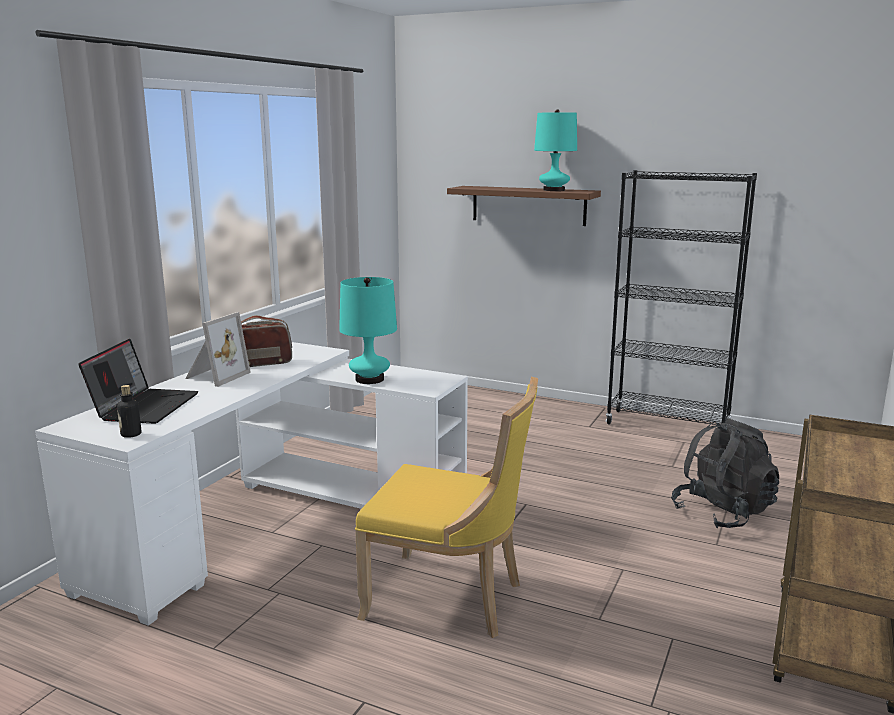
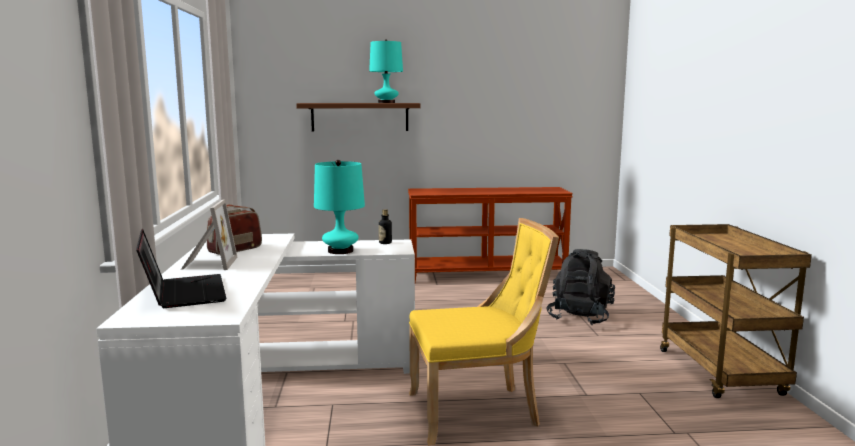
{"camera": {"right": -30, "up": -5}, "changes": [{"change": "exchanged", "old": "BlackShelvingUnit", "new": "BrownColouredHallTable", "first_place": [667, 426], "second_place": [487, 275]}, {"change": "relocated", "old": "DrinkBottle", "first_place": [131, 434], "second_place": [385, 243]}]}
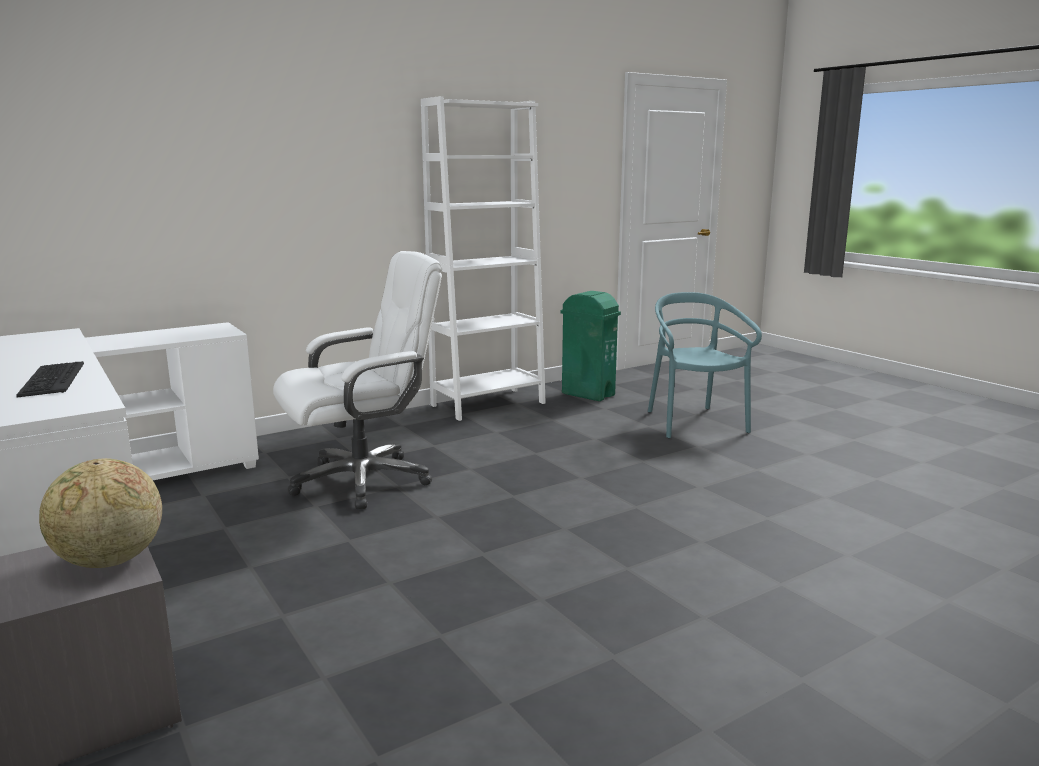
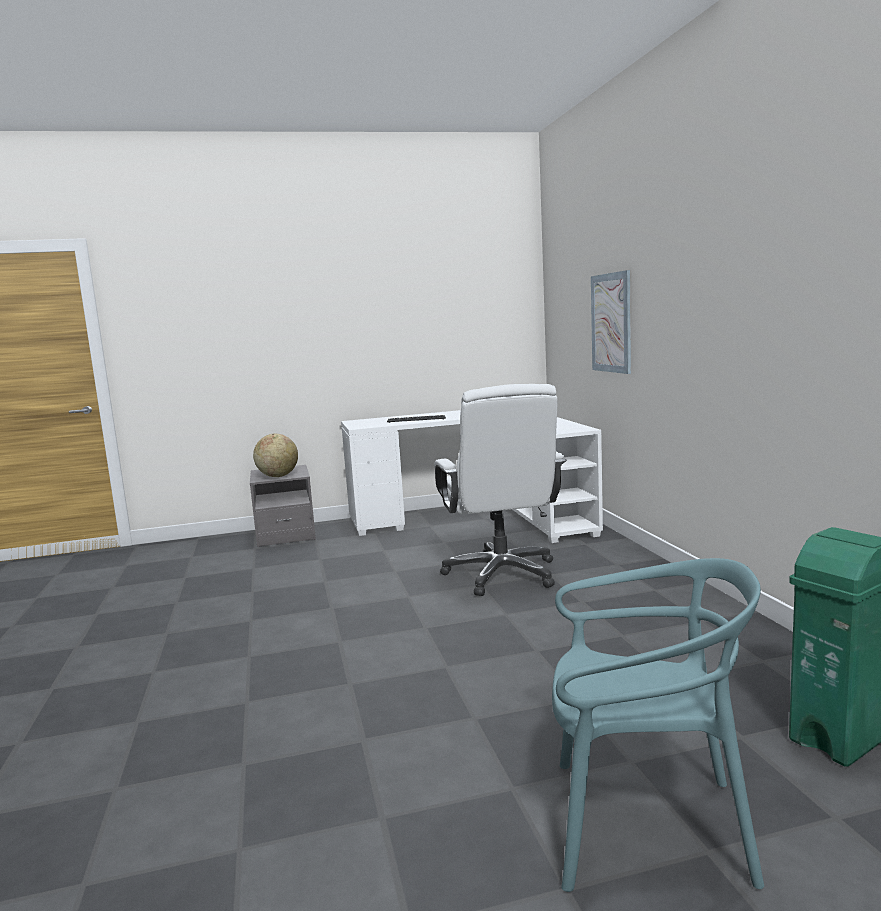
{"camera": {"right": 110, "up": -5}, "changes": [{"change": "missing", "old": "WhitishShelvingUnit", "first_place": [488, 404]}, {"change": "appeared", "new": "WallArt", "second_place": [611, 323]}]}
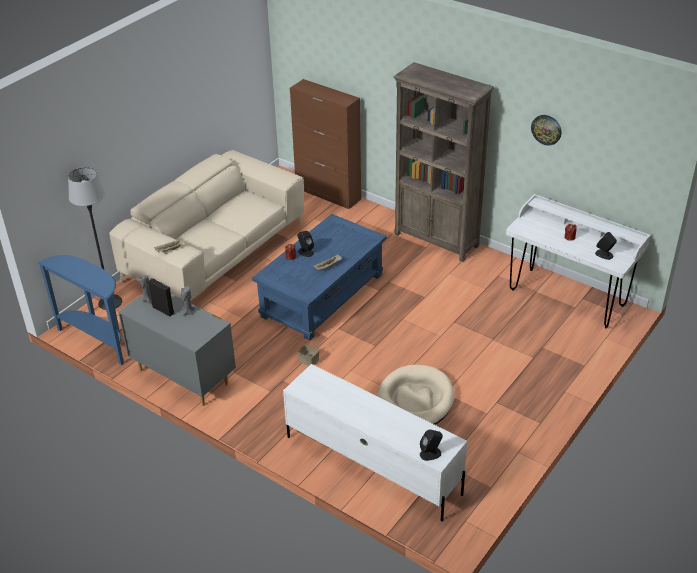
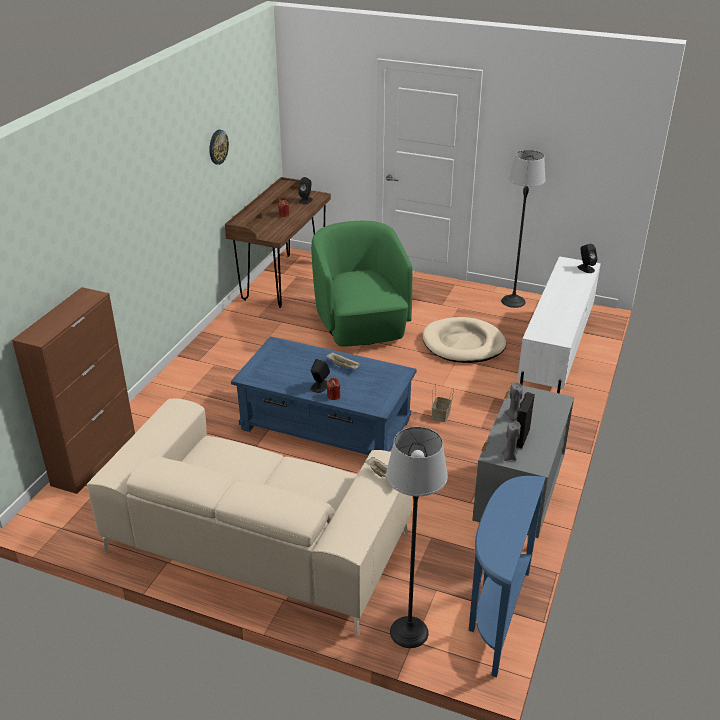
{"camera": {"right": -105, "up": -5}, "changes": [{"change": "missing", "old": "BrownColouredShelvingUnit", "first_place": [436, 240]}, {"change": "colour", "old": "WhitishDeskUnit", "new": "BrownColouredDeskUnit", "first_place": [567, 297], "second_place": [283, 280]}, {"change": "appeared", "new": "FloorLamp", "second_place": [513, 301]}, {"change": "appeared", "new": "GreenLoungeChair", "second_place": [361, 326]}]}
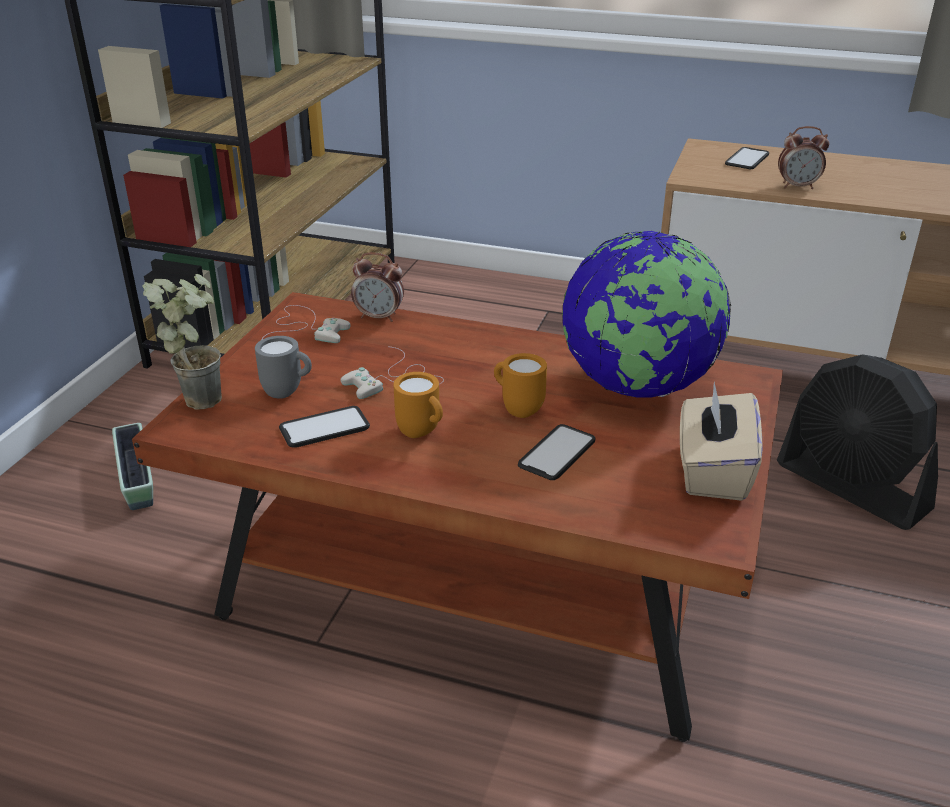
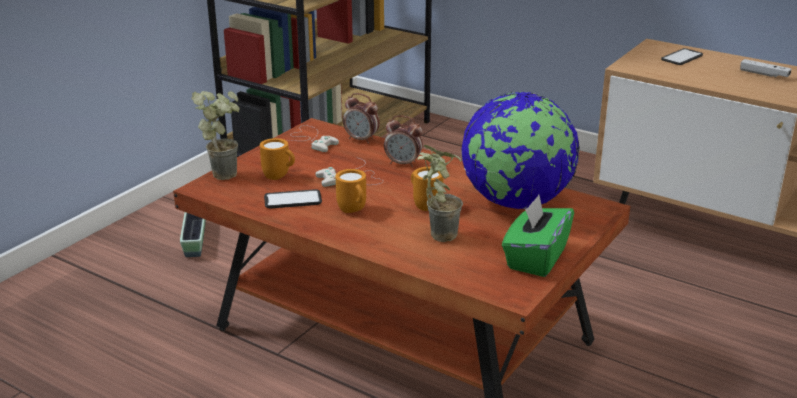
{"camera": {"right": 15, "up": -5}, "changes": [{"change": "relocated", "old": "BedsideClock", "first_place": [797, 186], "second_place": [403, 163]}, {"change": "colour", "old": "GreyTeaMug", "new": "OrangeColouredTeaMug", "first_place": [288, 392], "second_place": [279, 177]}, {"change": "missing", "old": "BlackFan", "first_place": [852, 487]}, {"change": "colour", "old": "BeigeBoxOfTissues", "new": "GreenBoxOfTissues", "first_place": [712, 471], "second_place": [535, 258]}, {"change": "exchanged", "old": "Telephone", "new": "Houseplant", "first_place": [557, 453], "second_place": [436, 234]}, {"change": "appeared", "new": "WhitishGamepad", "second_place": [764, 74]}]}
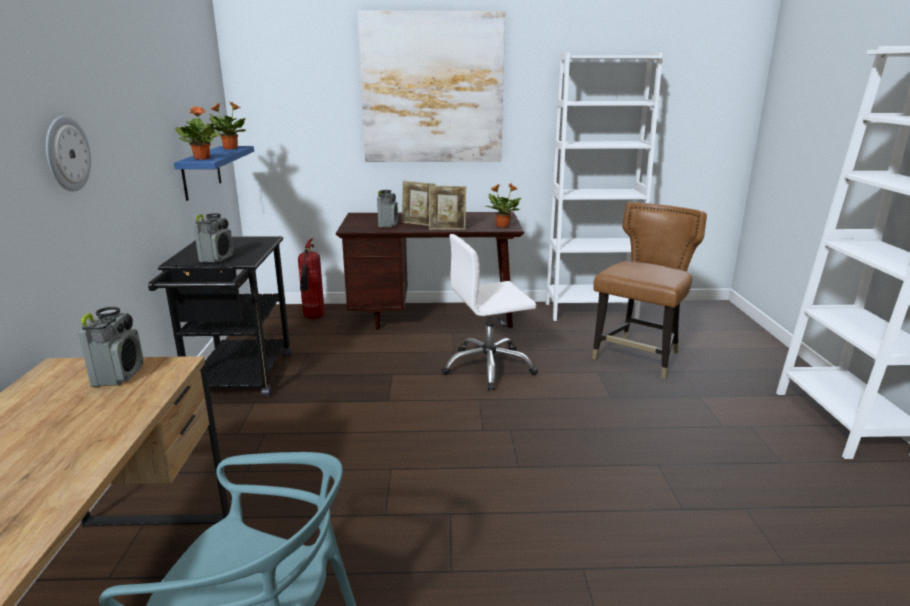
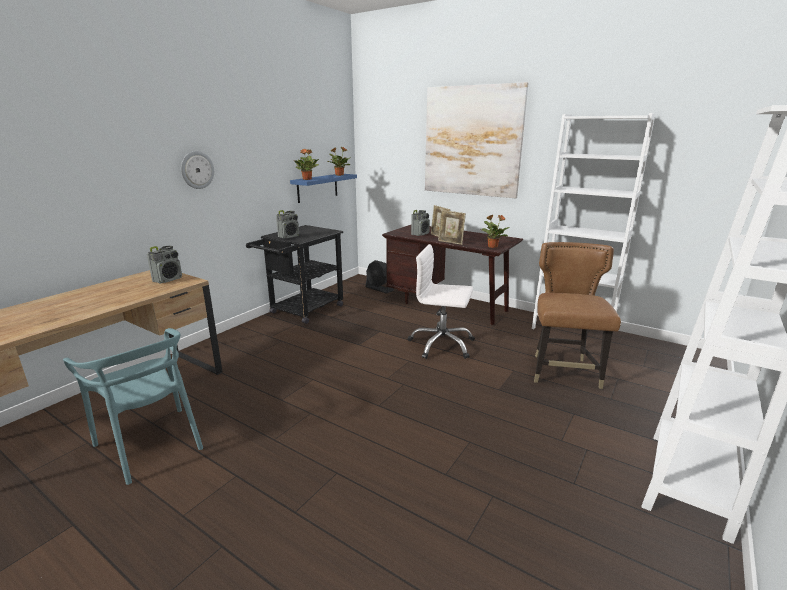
{"camera": {"right": 35, "up": 0}, "changes": [{"change": "spun", "old": "BrownColouredPlainChair", "first_place": [639, 357], "second_place": [563, 371], "degrees": -60}, {"change": "exchanged", "old": "FireFightingCylinder", "new": "BlackFan", "first_place": [313, 318], "second_place": [379, 289]}]}
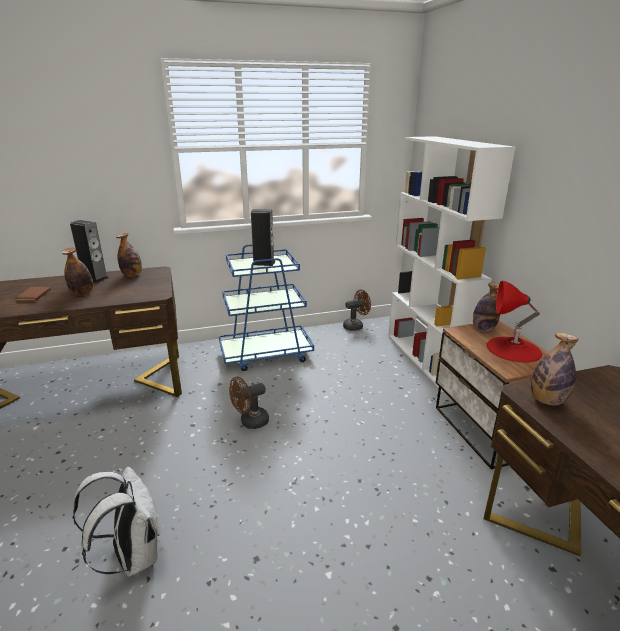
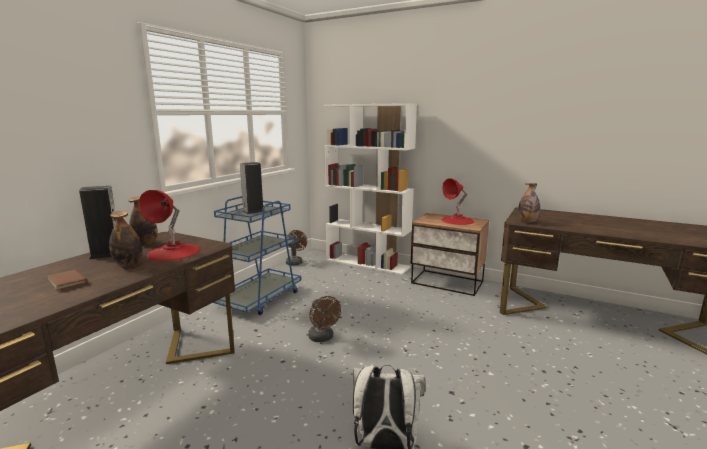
{"camera": {"right": -45, "up": -10}, "changes": [{"change": "missing", "old": "DrinkBottle", "first_place": [483, 329]}, {"change": "spun", "old": "BrownColouredFan", "first_place": [250, 422], "second_place": [323, 338], "degrees": -45}, {"change": "appeared", "new": "RedTabletopLamp", "second_place": [174, 252]}]}
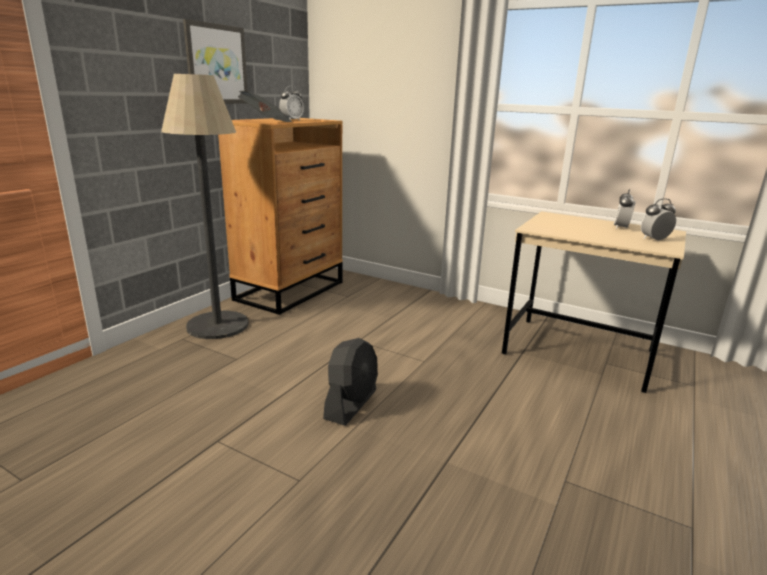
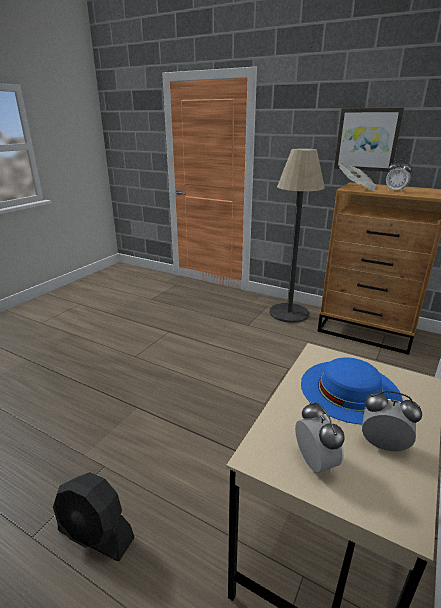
{"camera": {"right": 90, "up": 5}, "changes": [{"change": "relocated", "old": "BlackFan", "first_place": [351, 404], "second_place": [96, 535]}, {"change": "appeared", "new": "BlueColouredWearableHat", "second_place": [349, 390]}]}
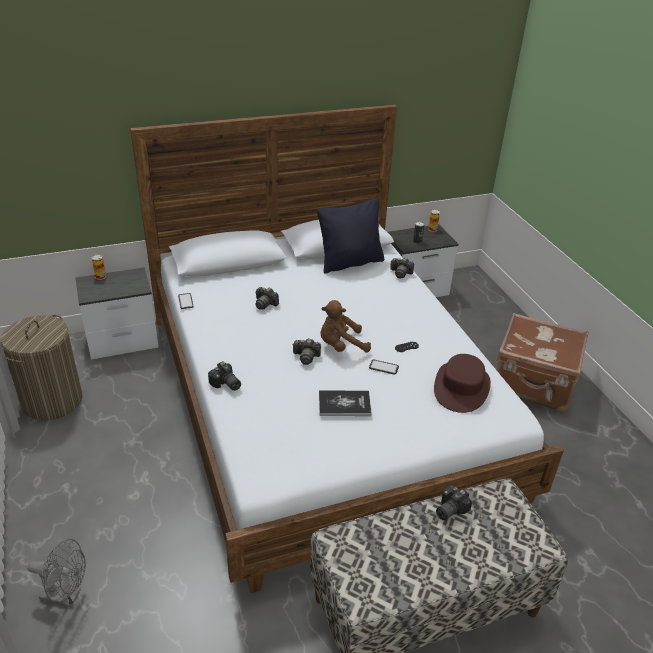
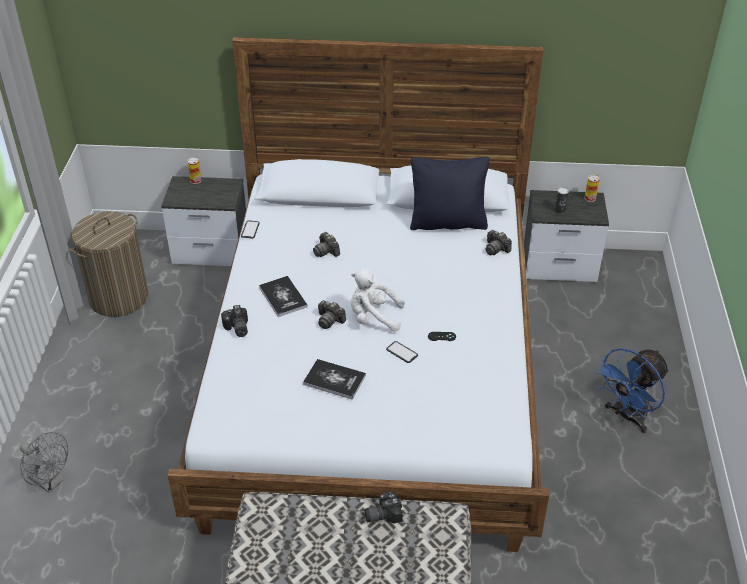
{"camera": {"right": 25, "up": 5}, "changes": [{"change": "colour", "old": "BrownColouredPlushToy", "new": "WhitishPlushToy", "first_place": [341, 346], "second_place": [373, 317]}, {"change": "exchanged", "old": "BrownColouredSuitcase", "new": "BlueColouredFan", "first_place": [533, 384], "second_place": [627, 417]}, {"change": "missing", "old": "BrownColouredWearableHat", "first_place": [461, 387]}, {"change": "appeared", "new": "Book", "second_place": [283, 297]}]}
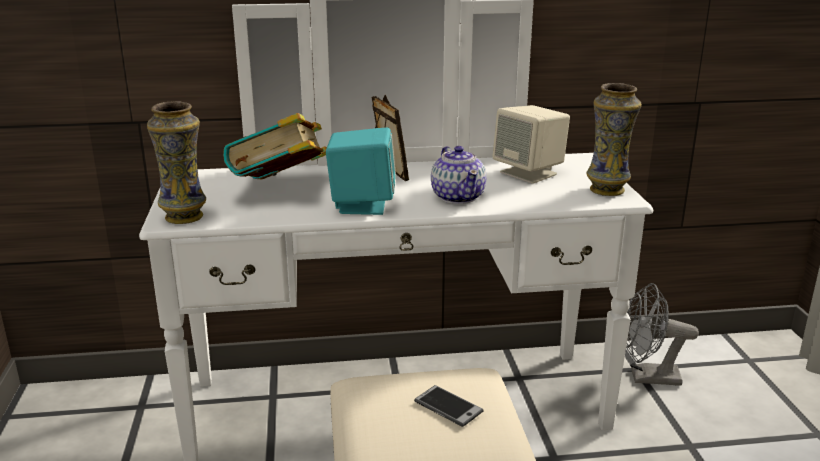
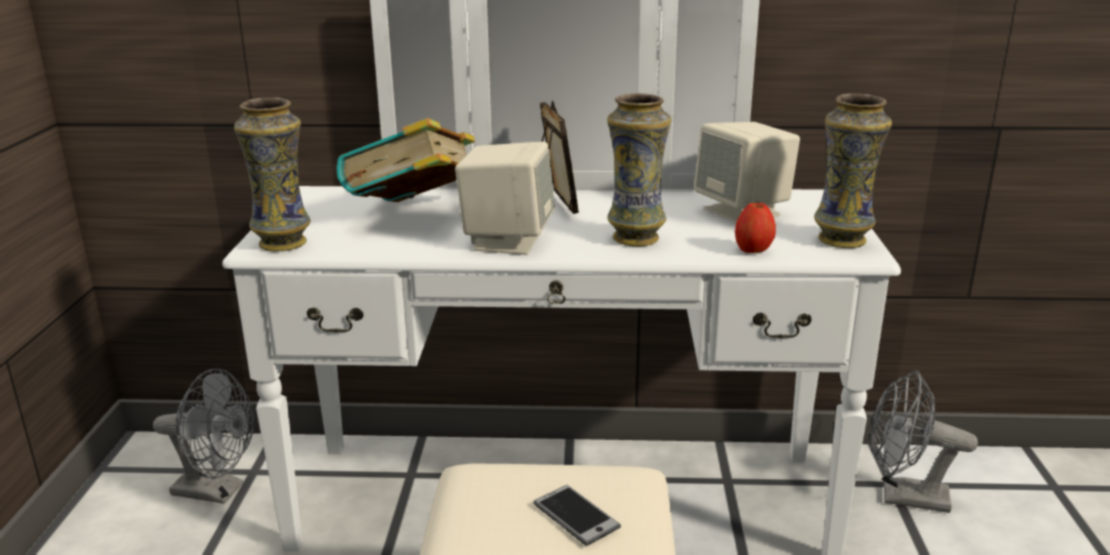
{"camera": {"right": 10, "up": 0}, "changes": [{"change": "colour", "old": "TurquoiseColouredLoudspeaker", "new": "BeigeLoudspeaker", "first_place": [362, 205], "second_place": [507, 241]}, {"change": "exchanged", "old": "PotForTea", "new": "DecorativeVase", "first_place": [458, 197], "second_place": [635, 238]}, {"change": "appeared", "new": "Apple", "second_place": [753, 250]}, {"change": "appeared", "new": "GreyFan", "second_place": [217, 491]}]}
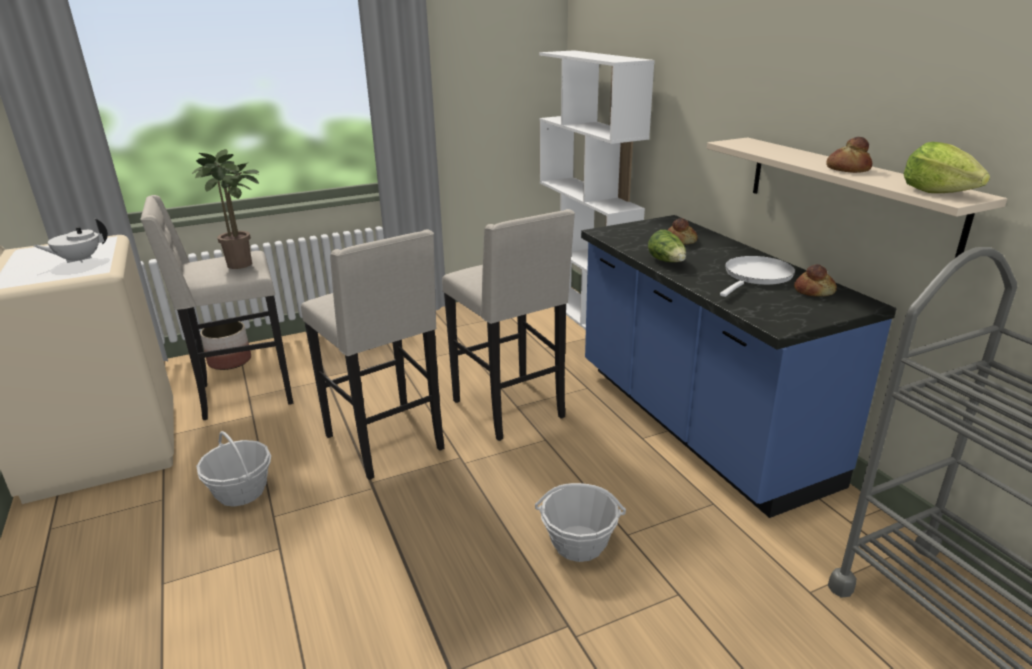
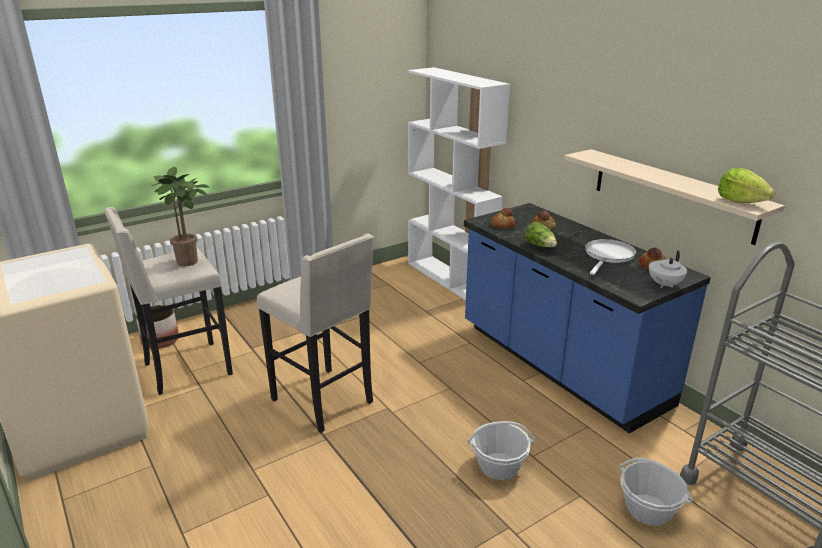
{"camera": {"right": -10, "up": 0}, "changes": [{"change": "relocated", "old": "Bread", "first_place": [847, 169], "second_place": [502, 225]}, {"change": "missing", "old": "BeigeStool", "first_place": [511, 410]}, {"change": "relocated", "old": "WhitishPotForTea", "first_place": [79, 260], "second_place": [664, 285]}, {"change": "relocated", "old": "HouseholdBasket", "first_place": [241, 491], "second_place": [648, 509]}]}
